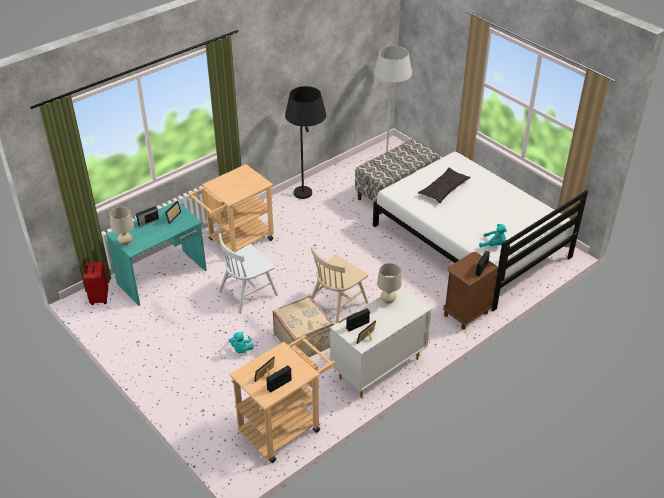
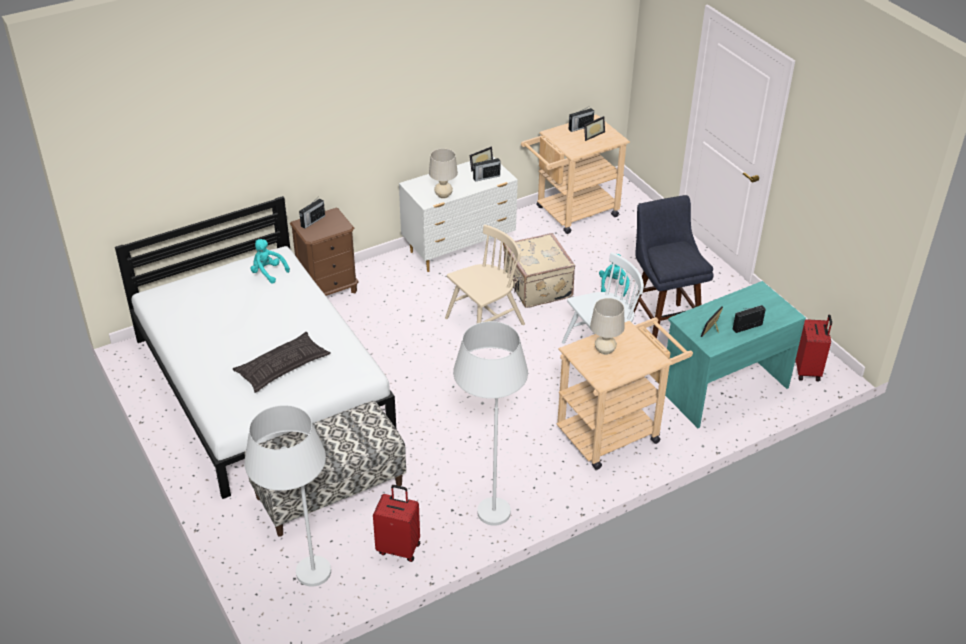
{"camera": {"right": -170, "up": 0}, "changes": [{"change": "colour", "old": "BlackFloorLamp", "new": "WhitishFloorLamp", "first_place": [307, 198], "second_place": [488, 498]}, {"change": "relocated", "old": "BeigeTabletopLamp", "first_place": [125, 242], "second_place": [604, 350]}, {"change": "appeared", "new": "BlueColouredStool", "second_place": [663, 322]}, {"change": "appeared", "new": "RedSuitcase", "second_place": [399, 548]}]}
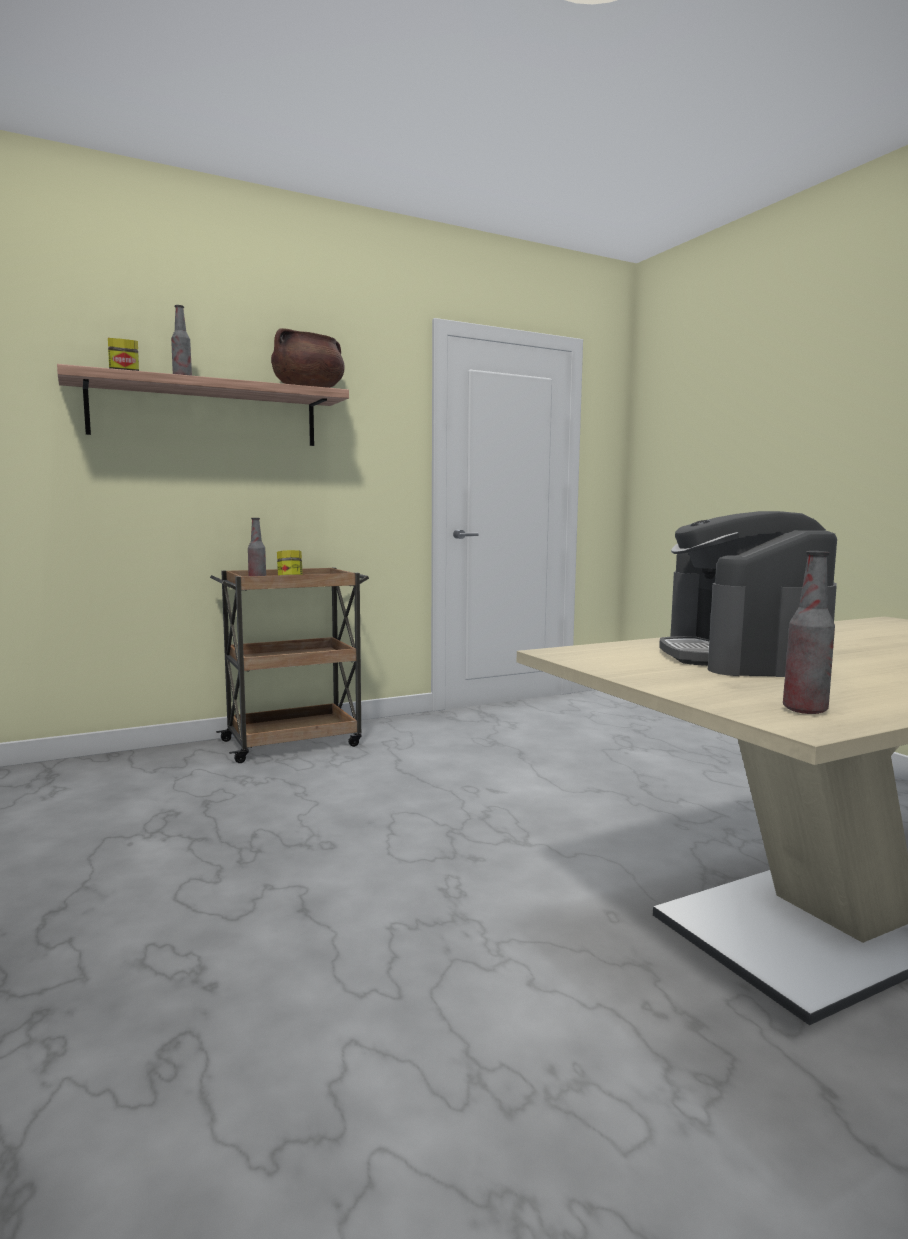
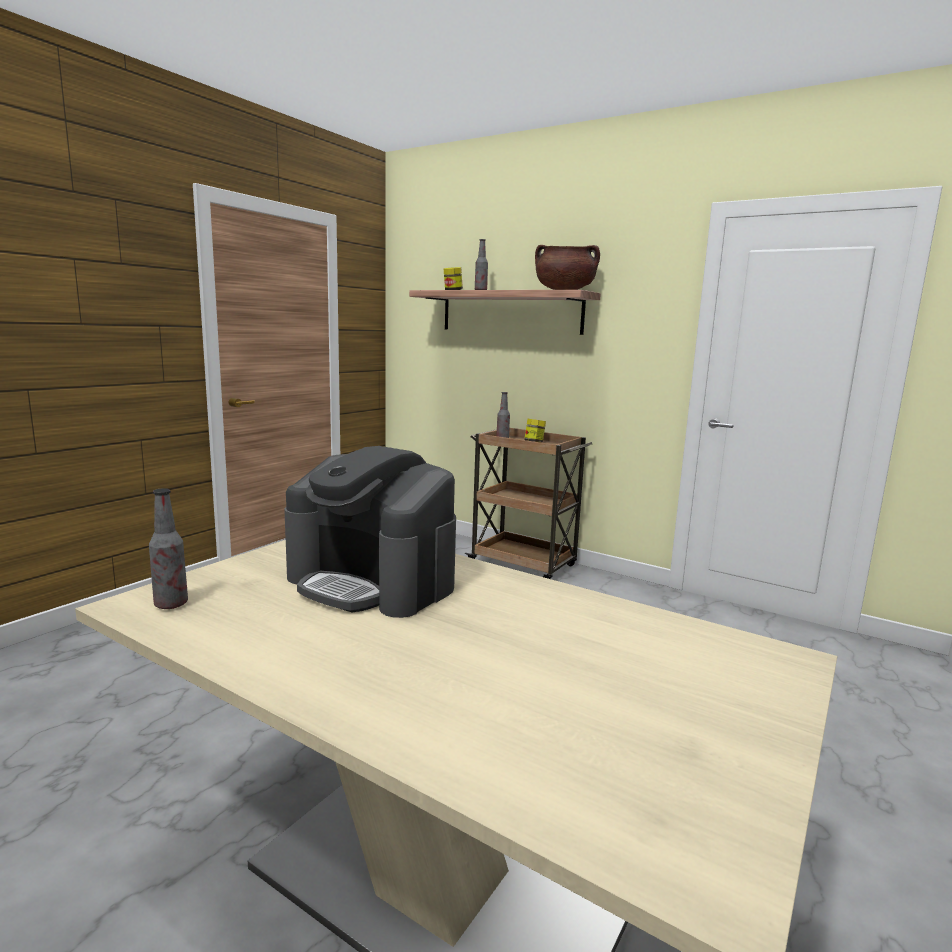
{"camera": {"right": 60, "up": 5}, "changes": [{"change": "spun", "old": "CoffeeBrewer", "first_place": [742, 657], "second_place": [372, 582], "degrees": -120}]}
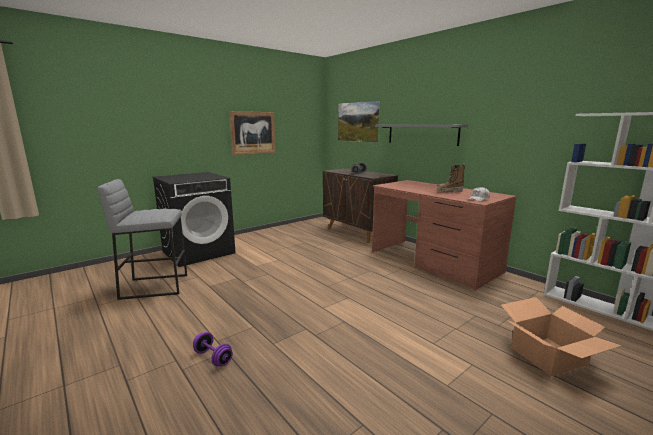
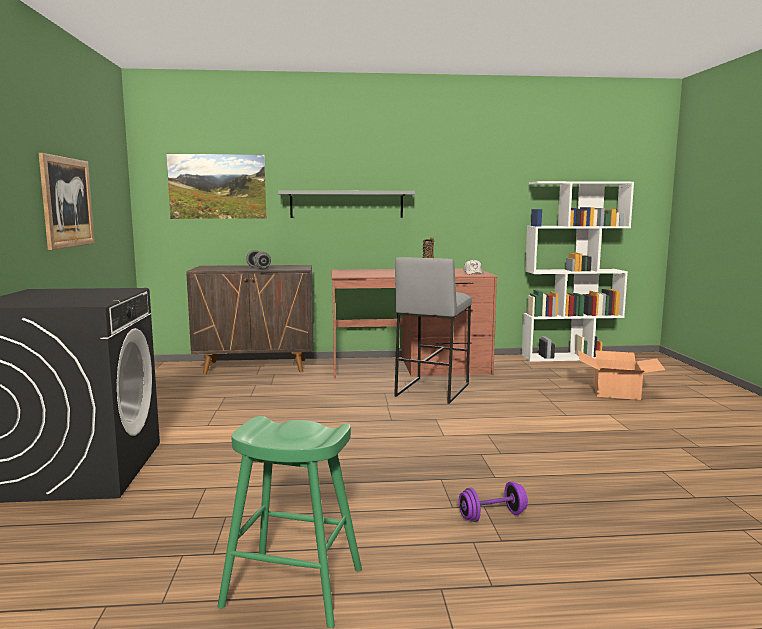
{"camera": {"right": -55, "up": -5}, "changes": [{"change": "relocated", "old": "GreyStool", "first_place": [155, 286], "second_place": [431, 390]}, {"change": "appeared", "new": "GreenStool", "second_place": [293, 587]}]}
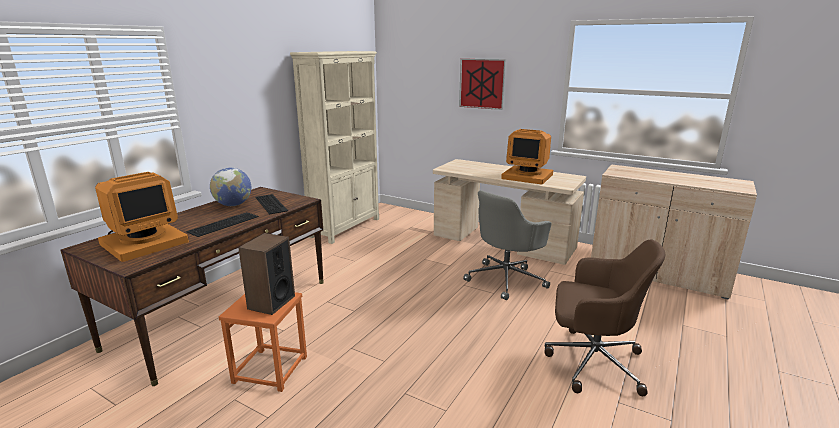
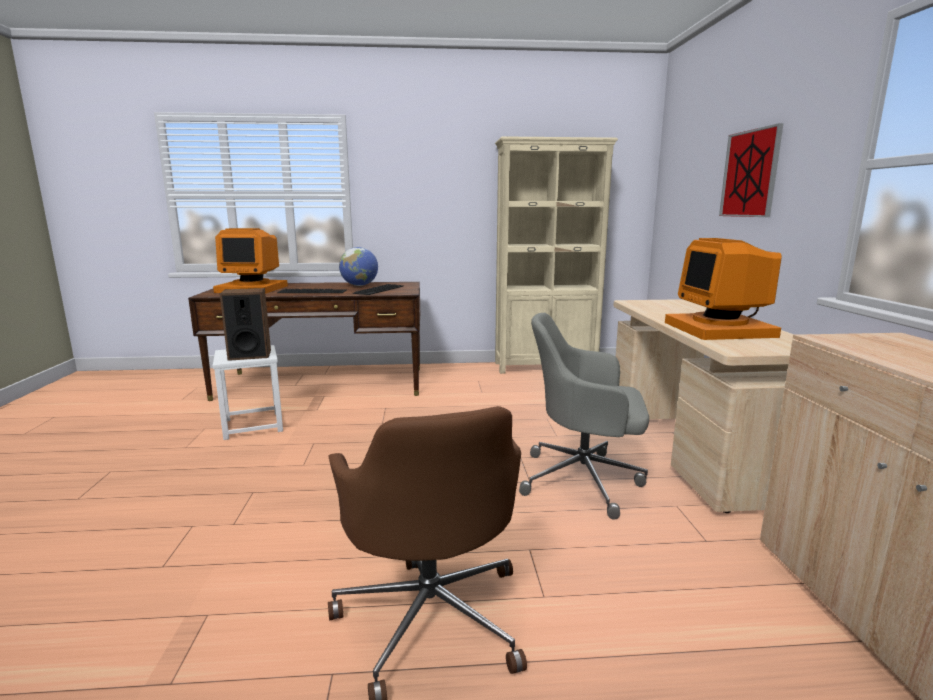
{"camera": {"right": 55, "up": -5}, "changes": [{"change": "colour", "old": "OrangeColouredStool", "new": "WhitishStool", "first_place": [271, 369], "second_place": [253, 426]}]}
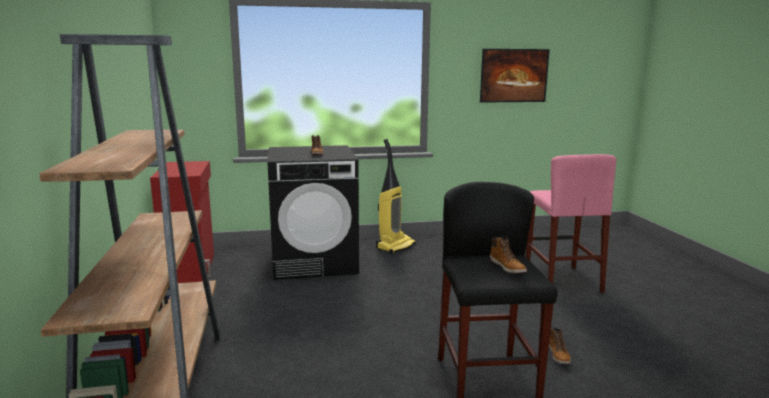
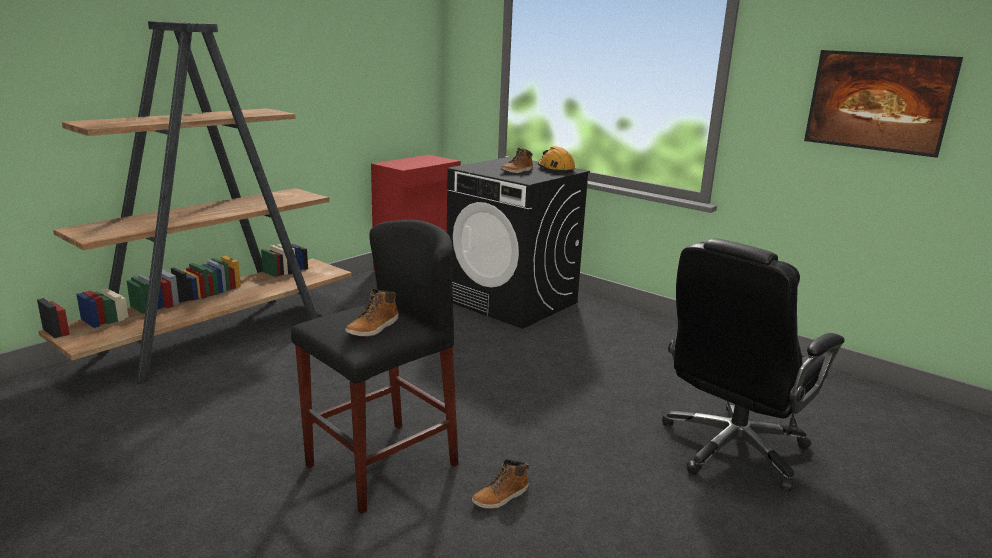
{"camera": {"right": 50, "up": 5}, "changes": [{"change": "missing", "old": "Vacuum", "first_place": [395, 246]}, {"change": "exchanged", "old": "PinkishStool", "new": "BlackComputerChair", "first_place": [562, 280], "second_place": [732, 449]}, {"change": "appeared", "new": "OrangeColouredSafetyHelmet", "second_place": [555, 169]}]}
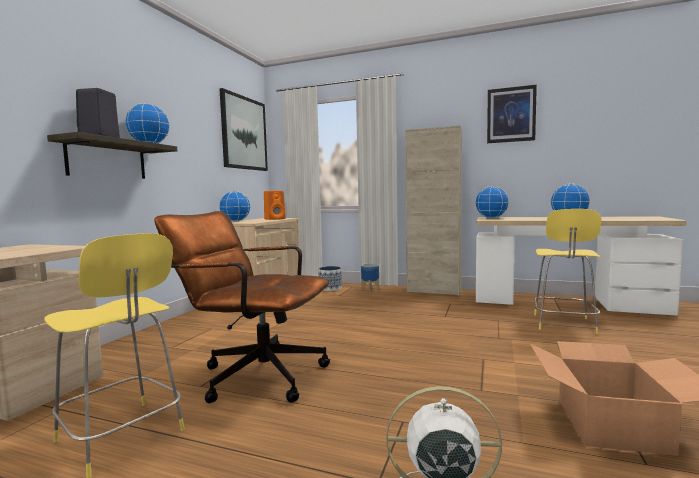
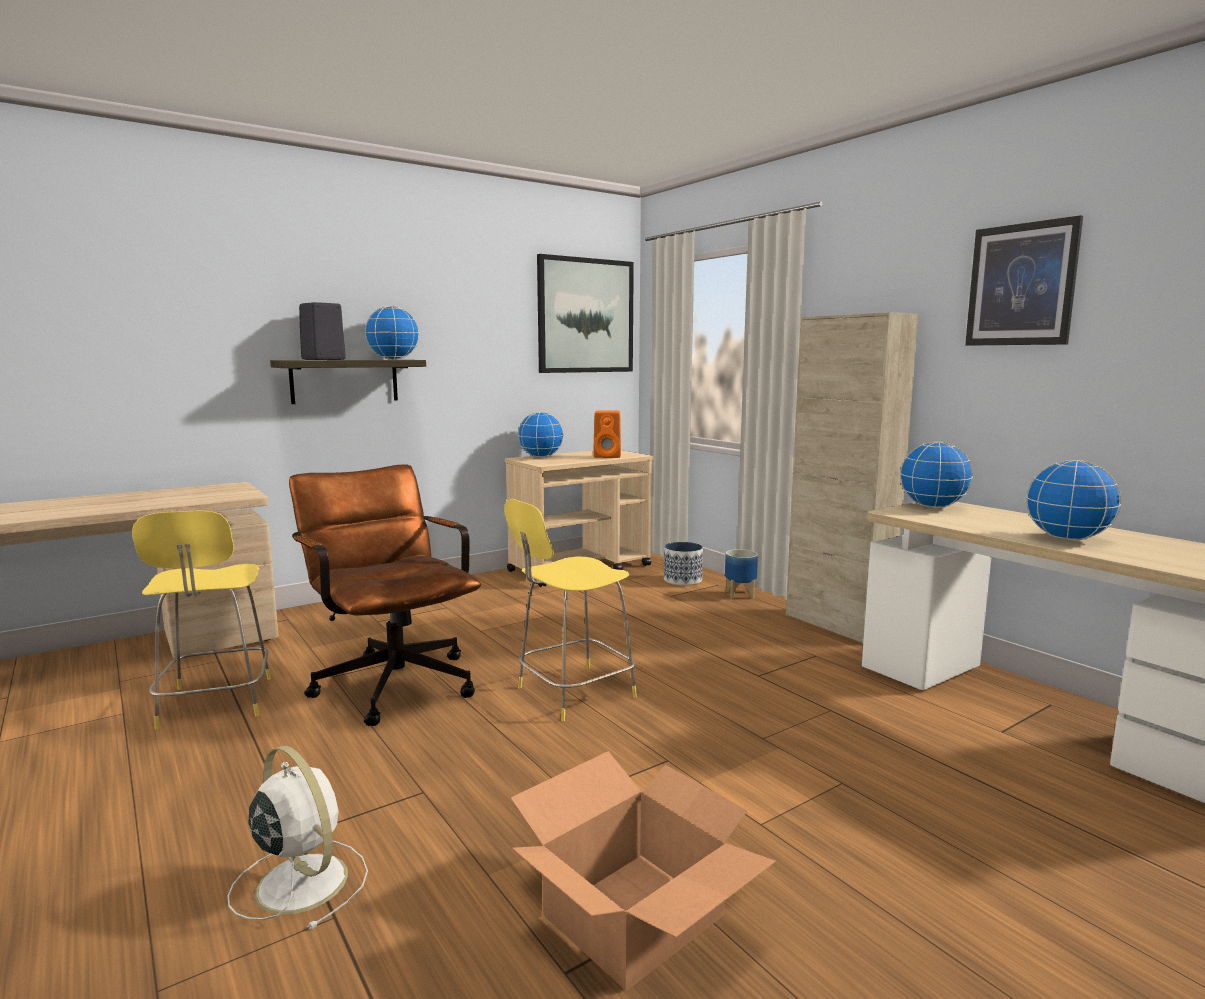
{"camera": {"right": 35, "up": 5}, "changes": [{"change": "relocated", "old": "YellowishStool", "first_place": [564, 324], "second_place": [572, 693]}]}
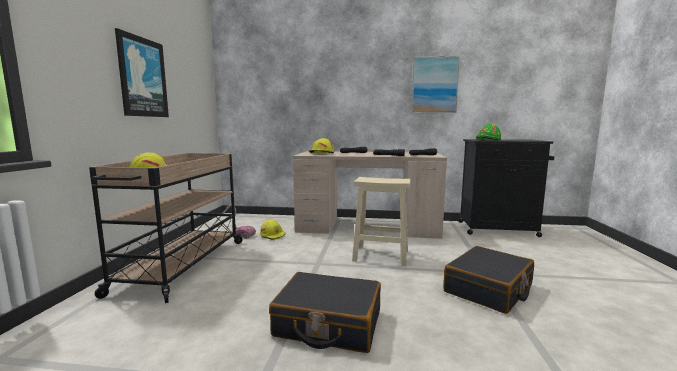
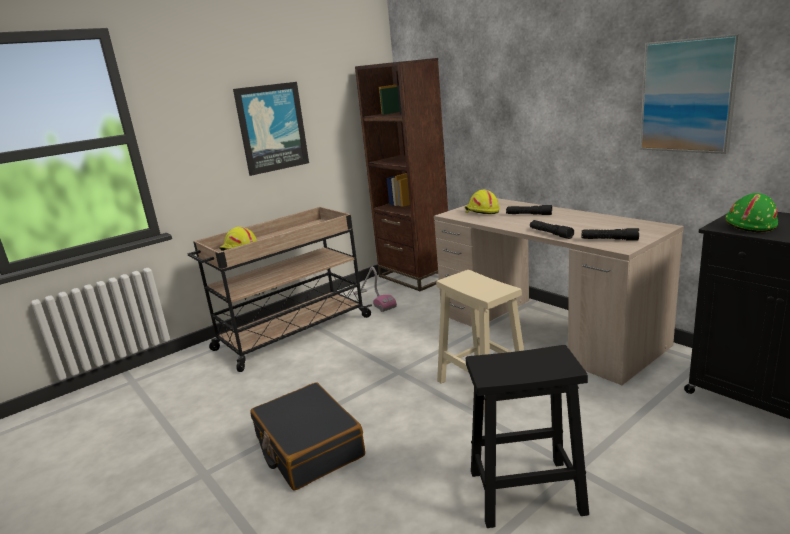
{"camera": {"right": 45, "up": 10}, "changes": [{"change": "missing", "old": "YellowishSafetyHelmet", "first_place": [273, 235]}, {"change": "exchanged", "old": "BlackSuitcase", "new": "BlackStool", "first_place": [489, 289], "second_place": [528, 491]}, {"change": "appeared", "new": "BrownColouredShelvingUnit", "second_place": [415, 277]}]}
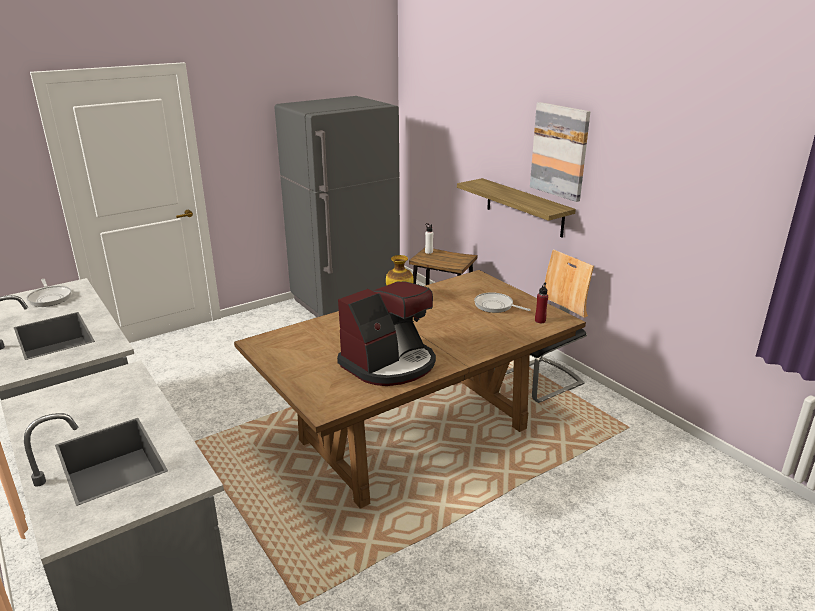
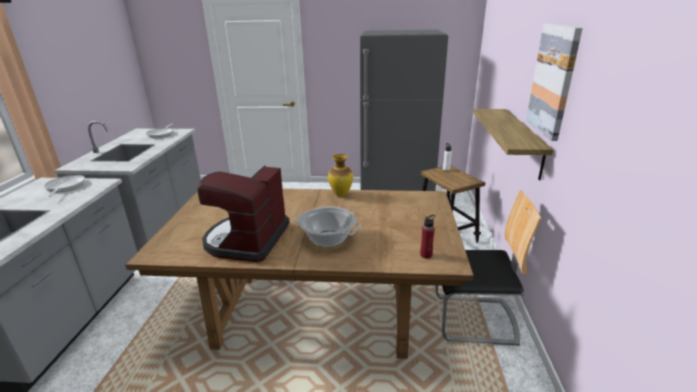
{"camera": {"right": 40, "up": 0}, "changes": [{"change": "spun", "old": "CoffeeBrewer", "first_place": [389, 364], "second_place": [247, 240], "degrees": 105}, {"change": "relocated", "old": "Pan", "first_place": [495, 306], "second_place": [65, 187]}, {"change": "appeared", "new": "Stockpot", "second_place": [328, 239]}]}
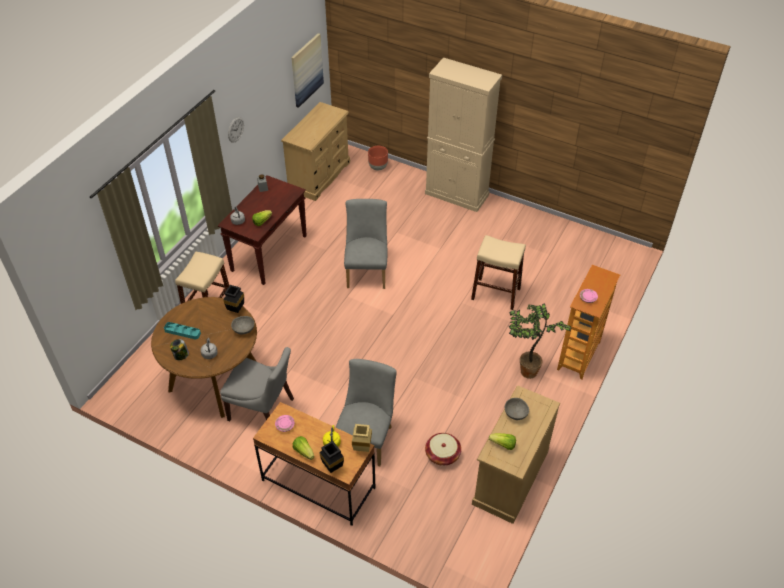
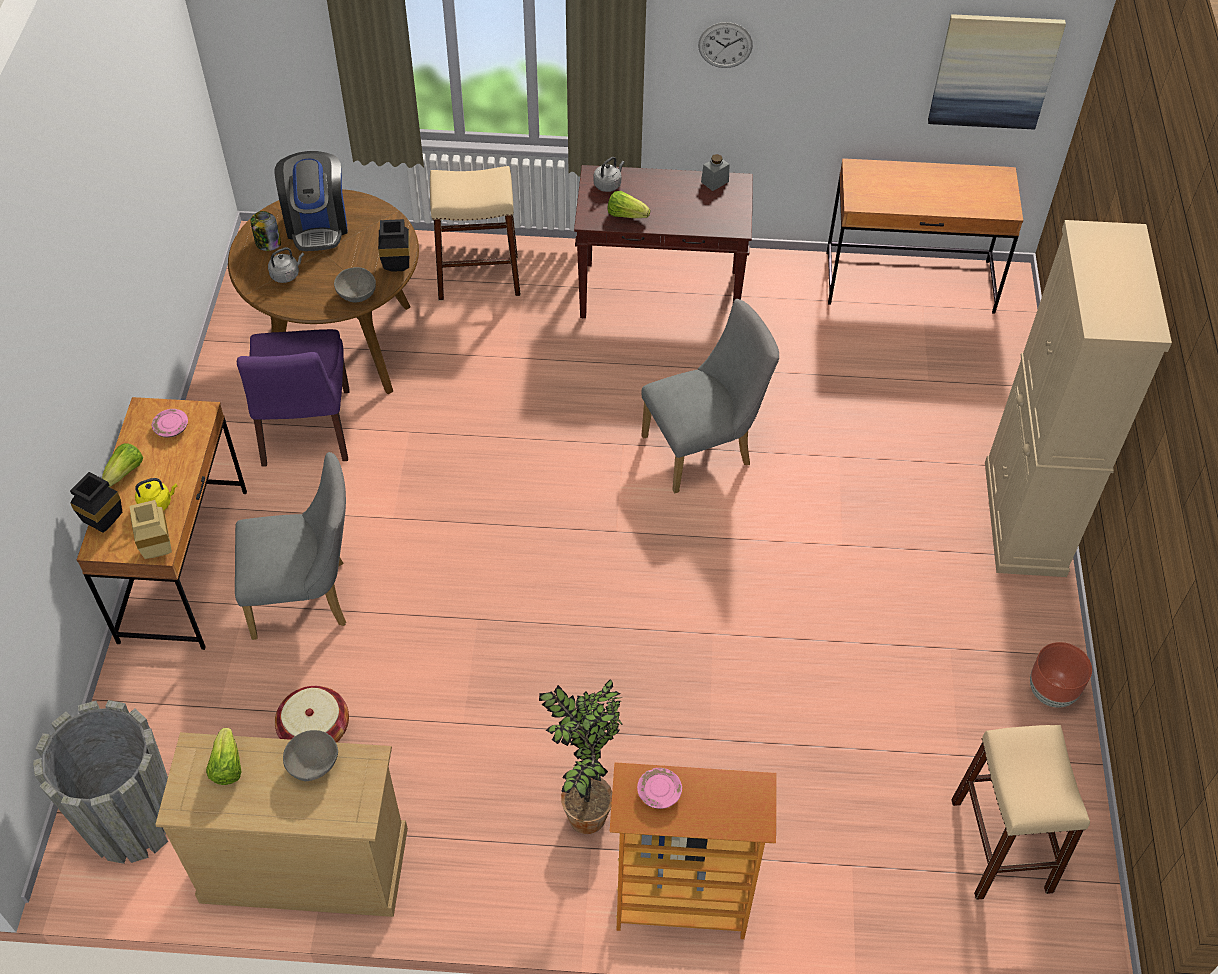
{"camera": {"right": 65, "up": 5}, "changes": [{"change": "exchanged", "old": "BeigeChestOfDrawers", "new": "BrownColouredDeskUnit", "first_place": [319, 176], "second_place": [909, 282]}, {"change": "relocated", "old": "BrownColouredPlantPot", "first_place": [378, 167], "second_place": [1052, 692]}, {"change": "relocated", "old": "BeigeStool", "first_place": [496, 294], "second_place": [1001, 845]}, {"change": "exchanged", "old": "TurquoiseColouredServingTray", "new": "CoffeeBrewer", "first_place": [182, 332], "second_place": [317, 224]}, {"change": "colour", "old": "GreyPlainChair", "new": "PurplishPlainChair", "first_place": [263, 410], "second_place": [306, 431]}, {"change": "appeared", "new": "GreyPlantPot", "second_place": [132, 820]}]}
